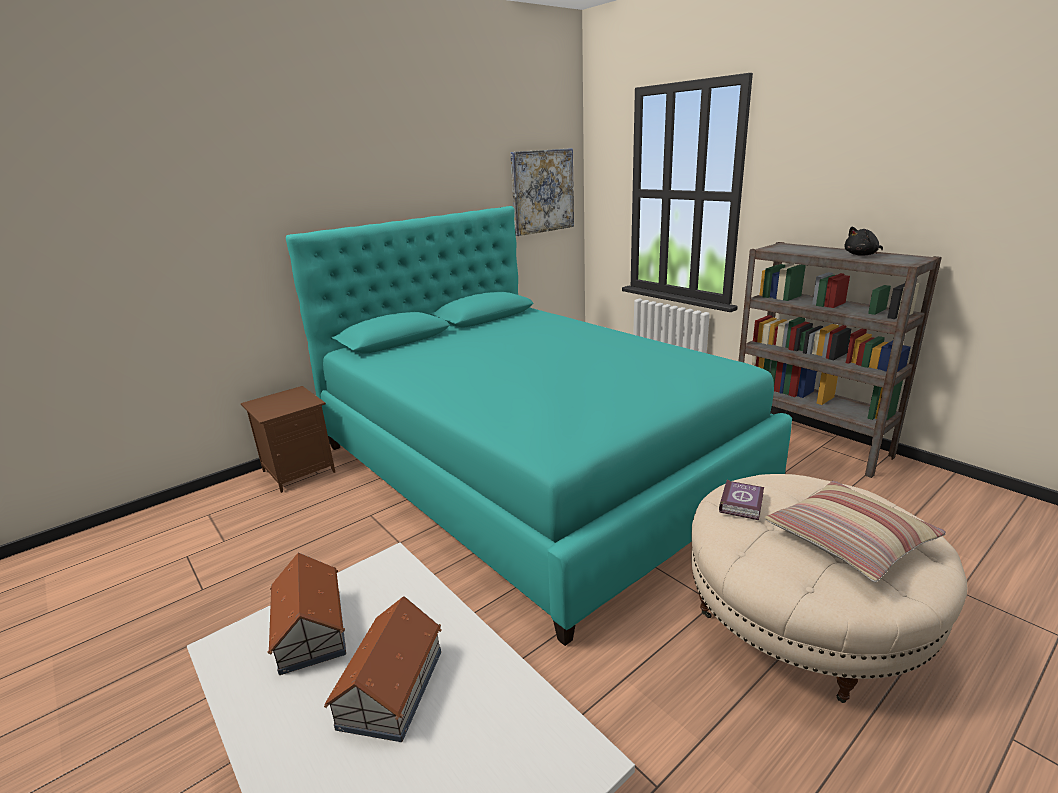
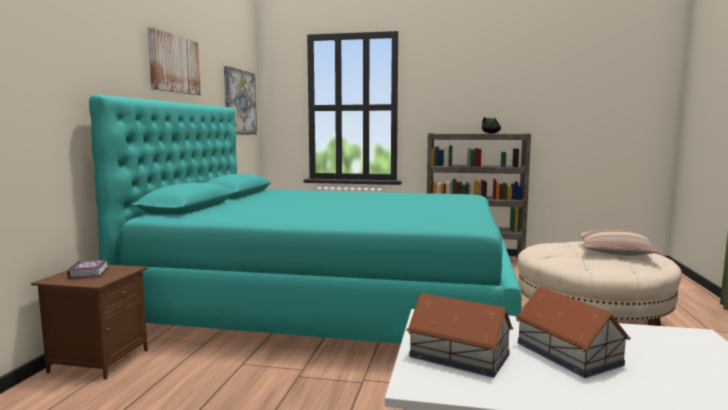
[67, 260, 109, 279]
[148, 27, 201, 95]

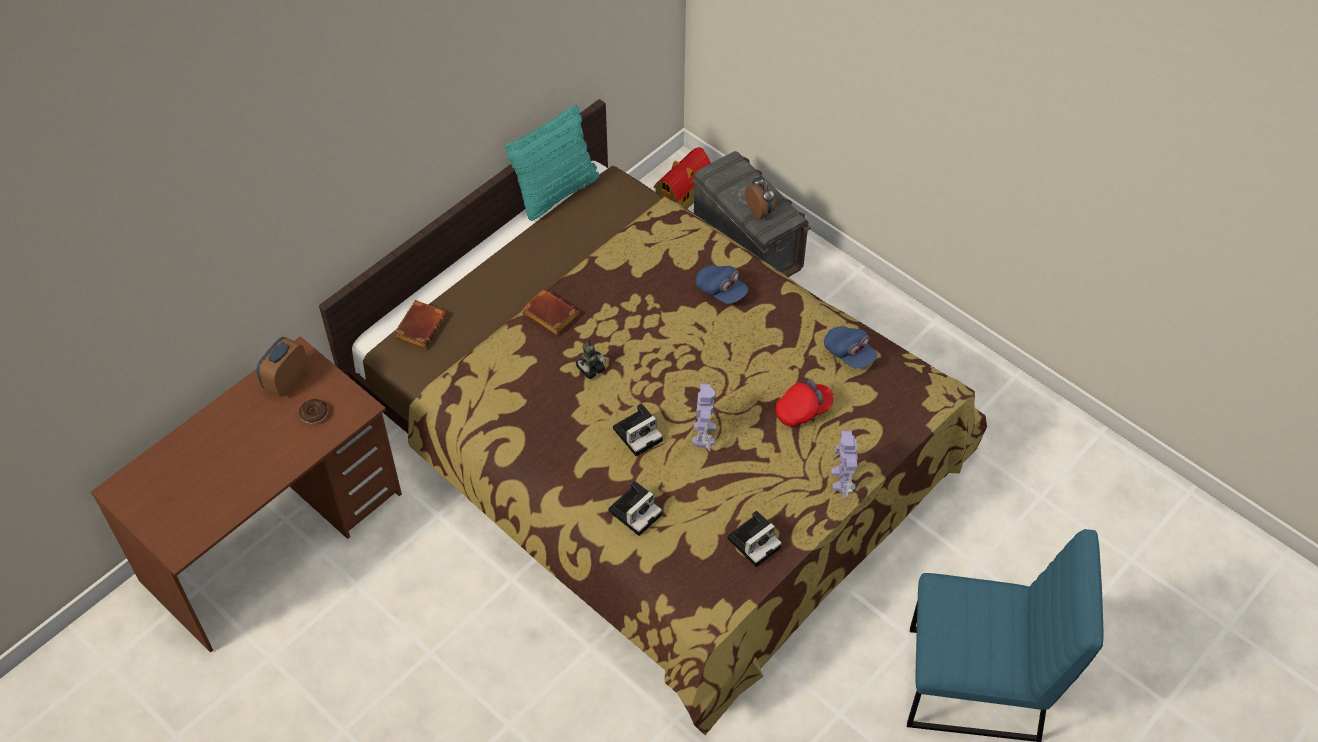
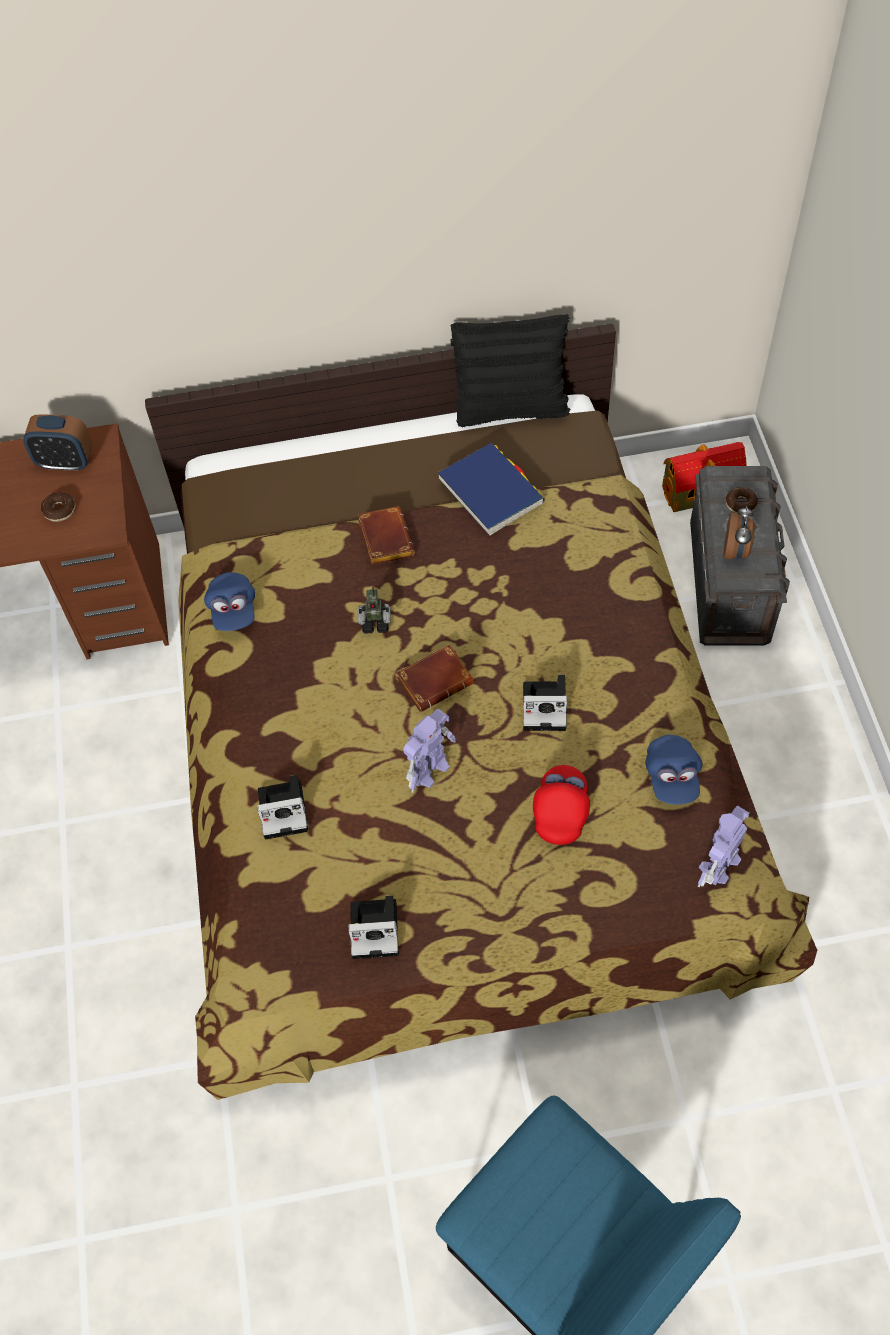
[450, 314, 570, 428]
[204, 572, 255, 631]
[396, 645, 474, 712]
[23, 414, 92, 471]
[533, 765, 590, 845]
[523, 674, 567, 731]
[698, 805, 749, 887]
[437, 443, 545, 536]
[726, 487, 758, 513]

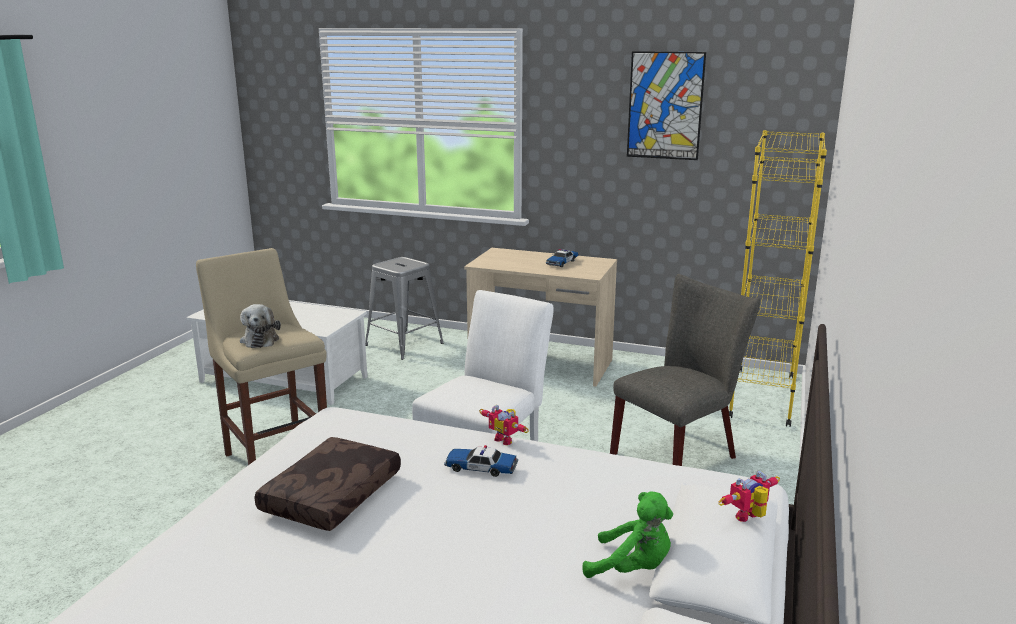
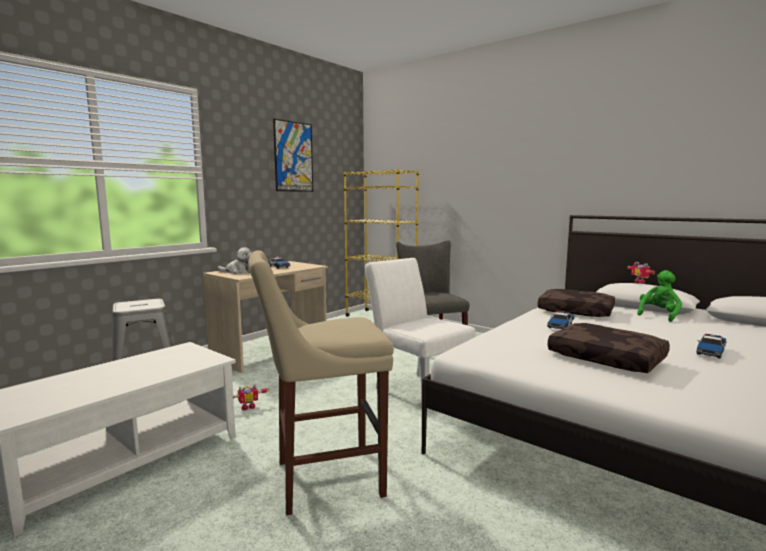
[218, 247, 252, 274]
[233, 384, 270, 411]
[538, 289, 615, 317]
[696, 334, 726, 359]

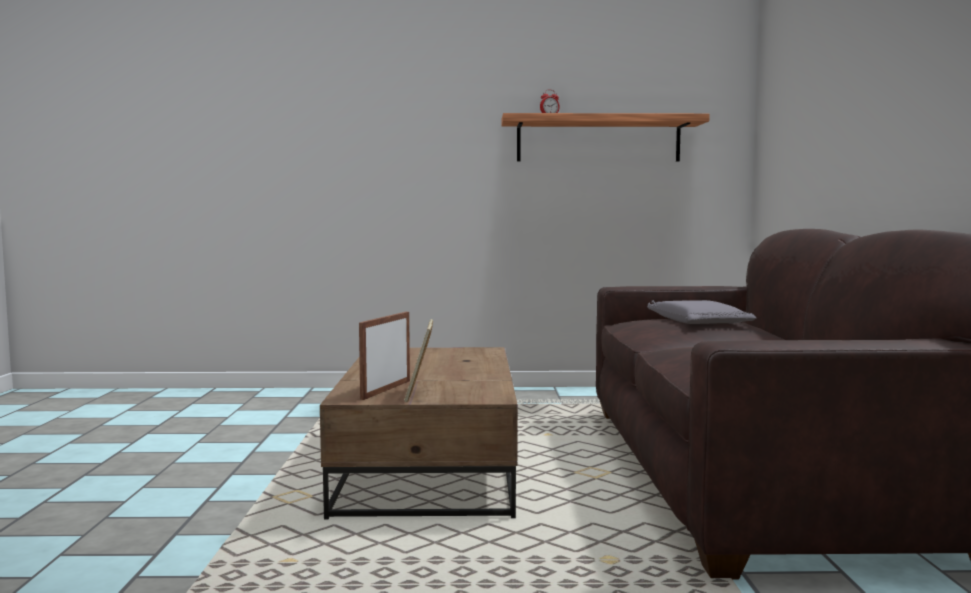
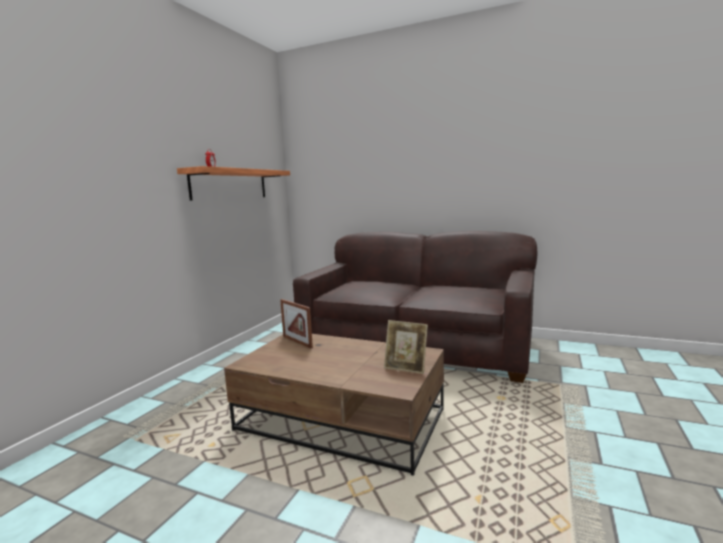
[647, 300, 756, 324] (first image)
[280, 299, 313, 349]

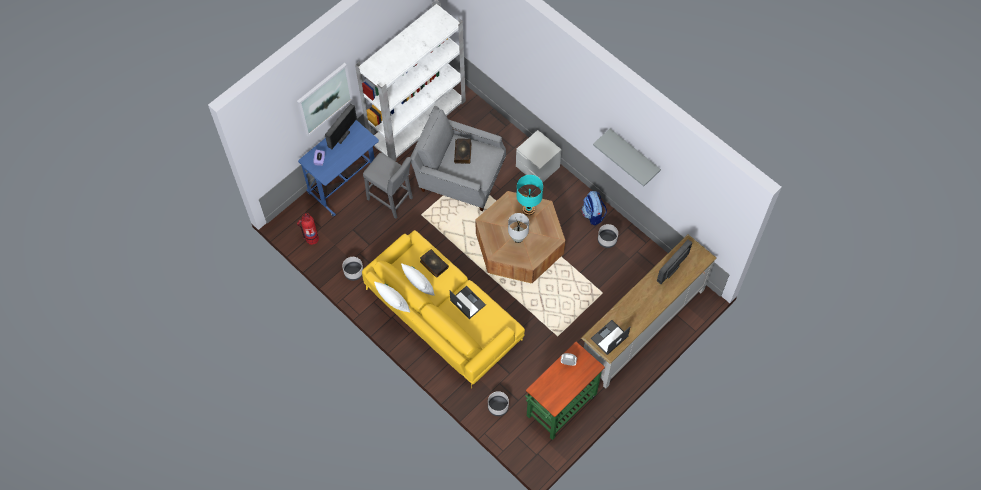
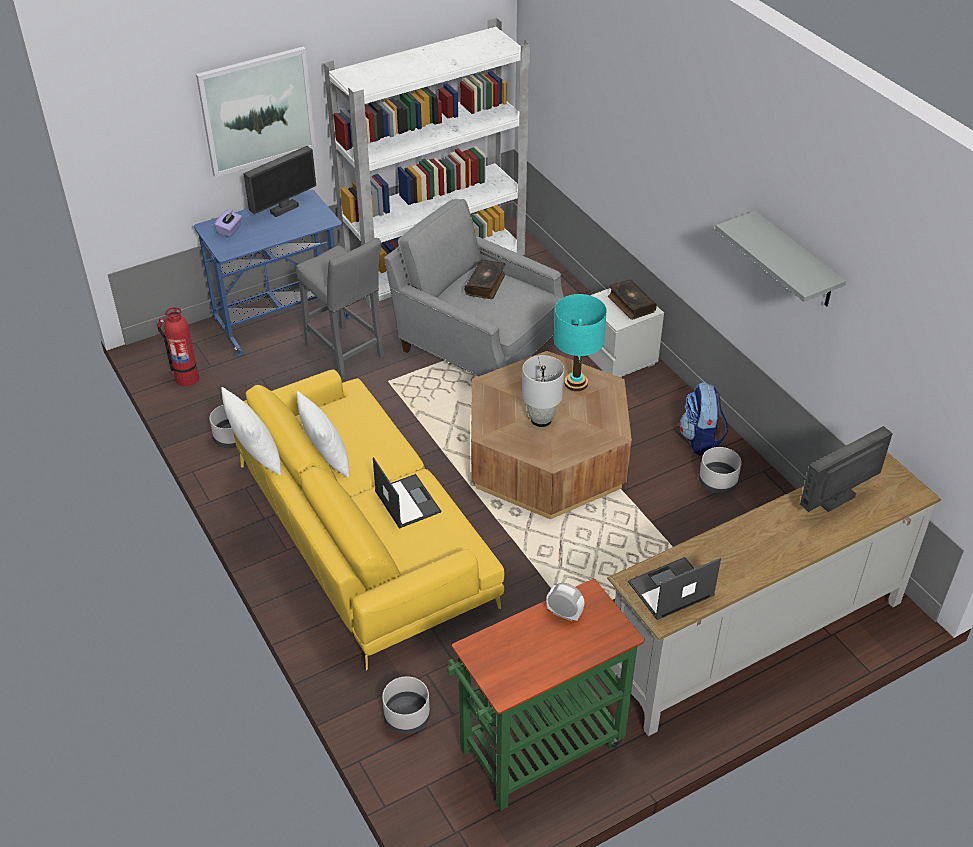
[608, 279, 657, 320]

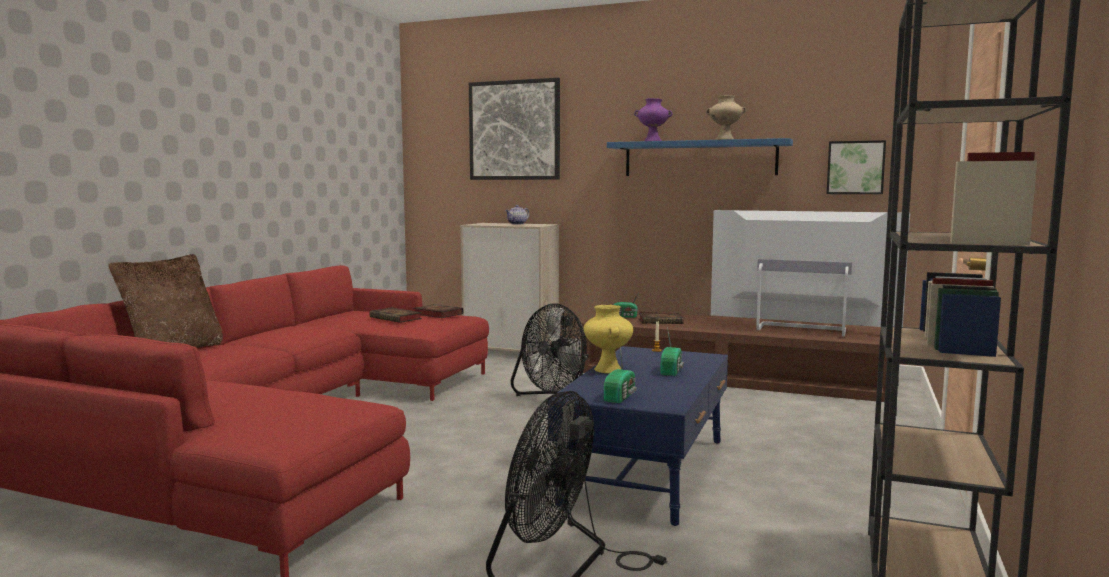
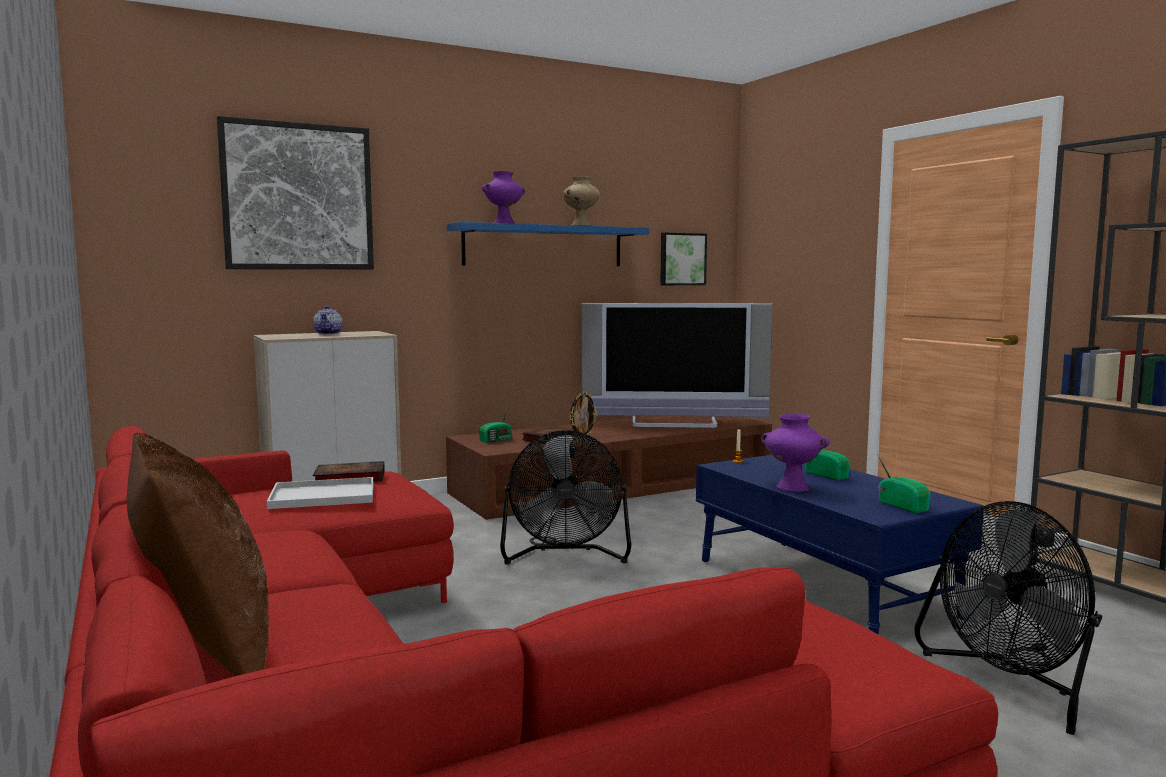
[582, 303, 772, 428]
[761, 414, 830, 492]
[267, 477, 373, 509]
[569, 391, 597, 444]

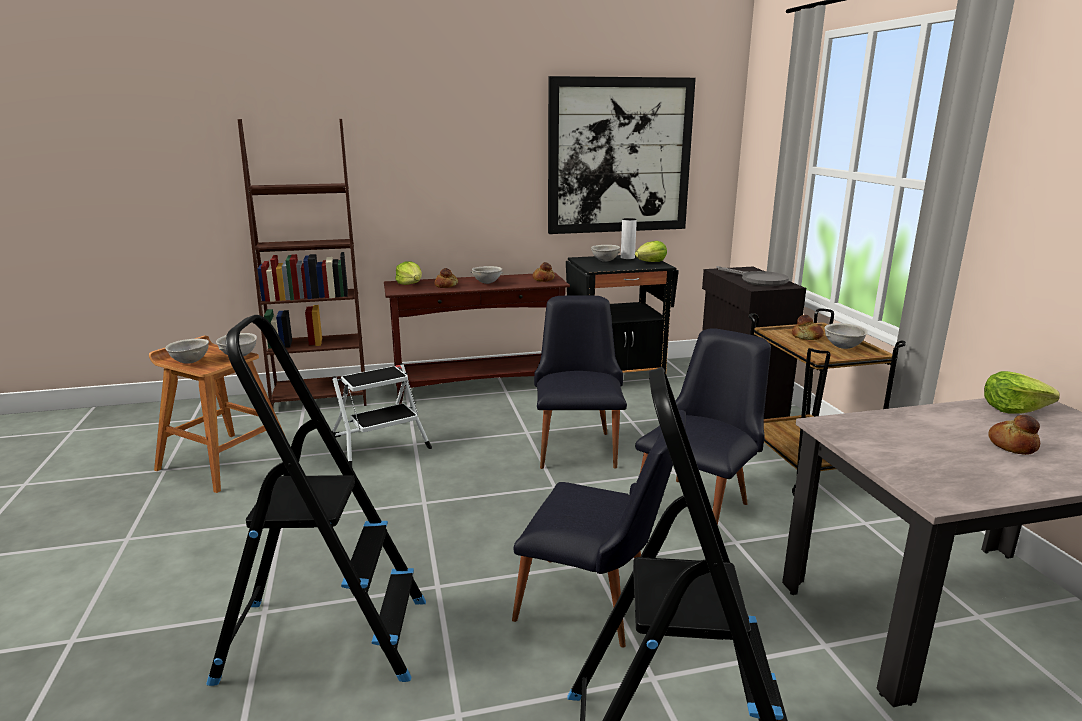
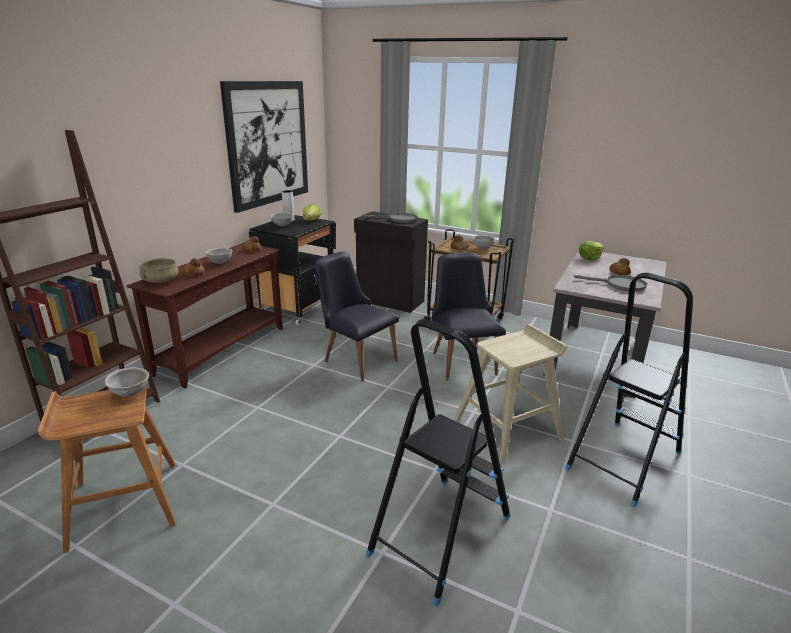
[139, 258, 179, 283]
[165, 339, 209, 364] (first image)
[332, 363, 432, 467] (first image)
[454, 324, 567, 463]
[574, 275, 647, 292]

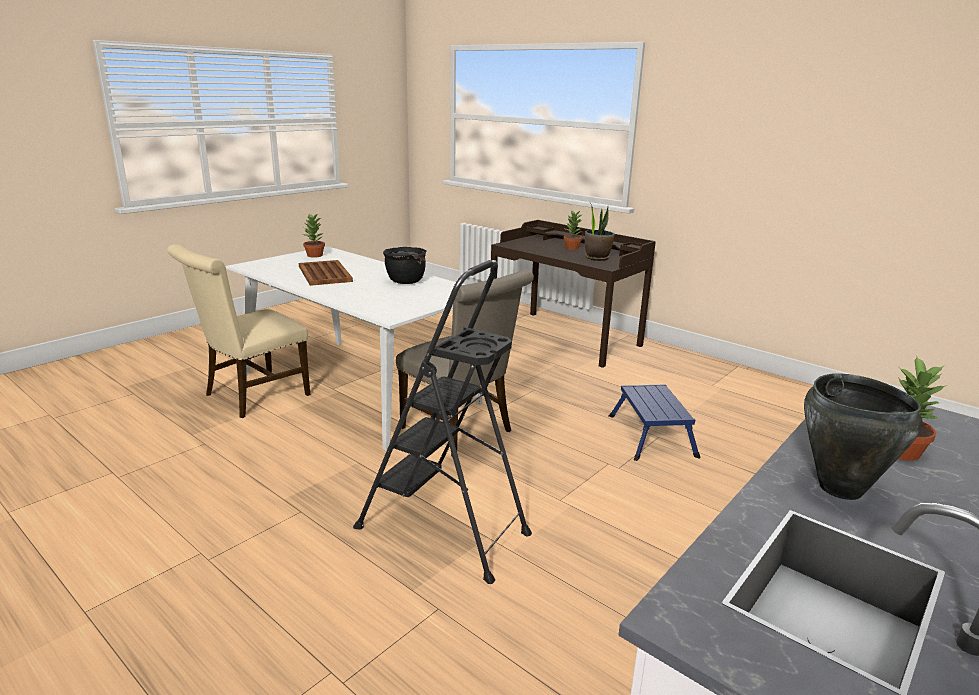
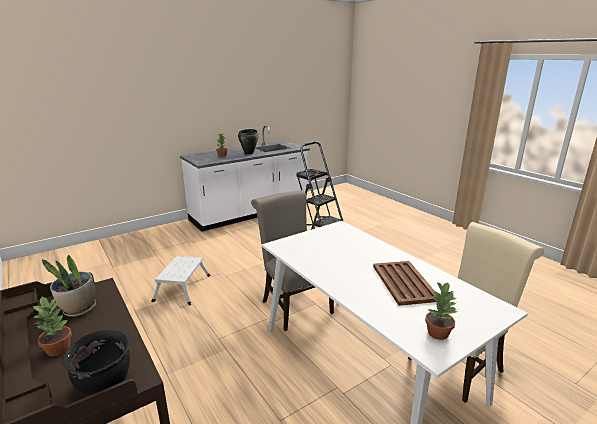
[63, 330, 130, 395]
[151, 256, 211, 306]

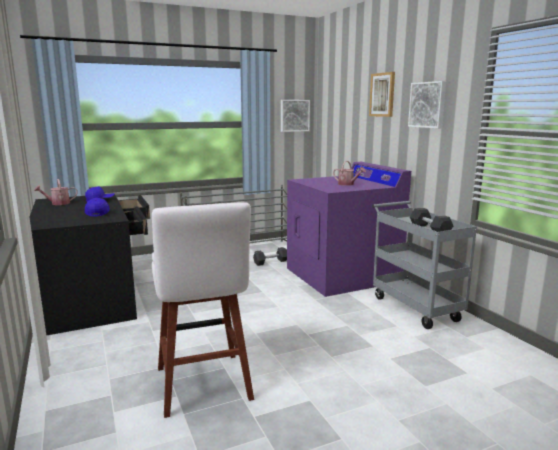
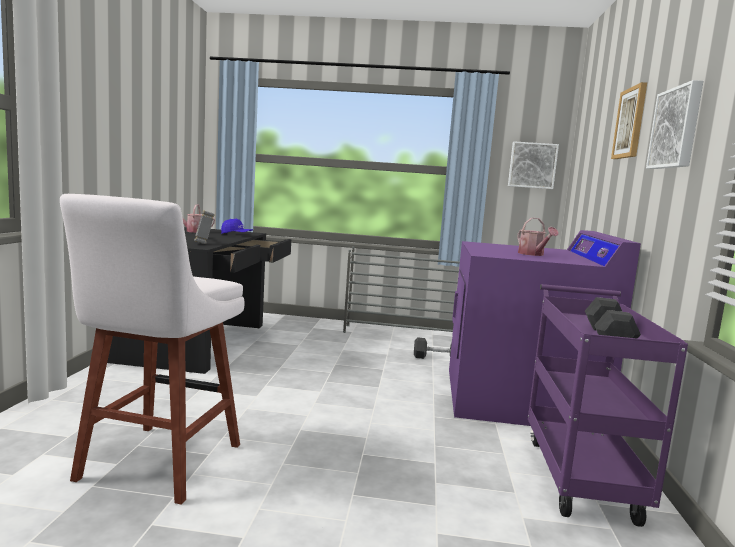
[194, 211, 215, 244]
[528, 284, 688, 527]

